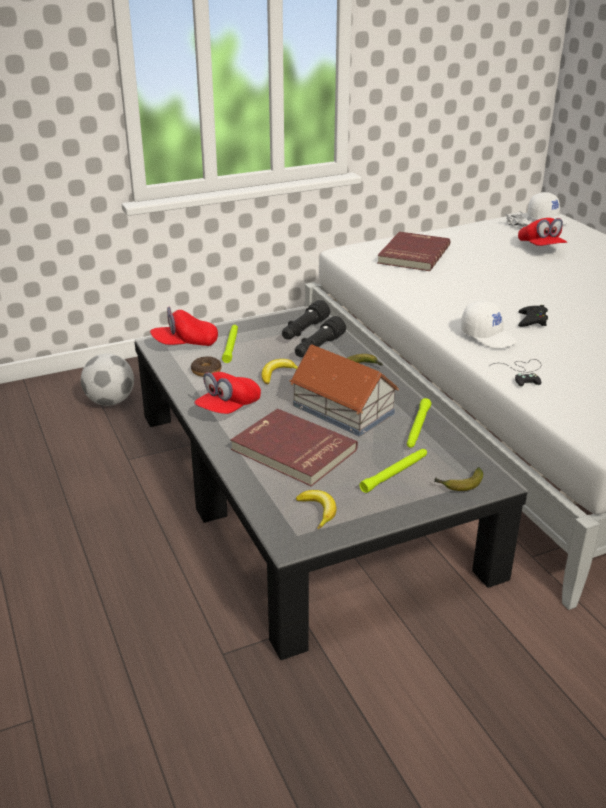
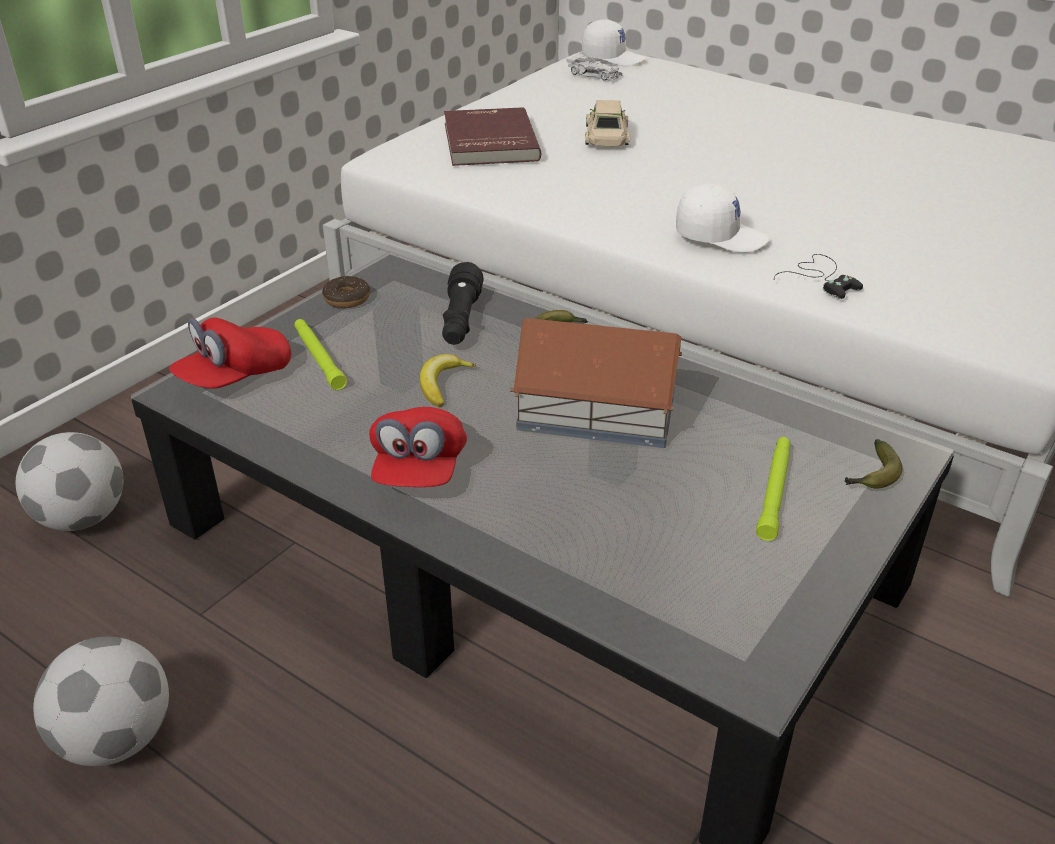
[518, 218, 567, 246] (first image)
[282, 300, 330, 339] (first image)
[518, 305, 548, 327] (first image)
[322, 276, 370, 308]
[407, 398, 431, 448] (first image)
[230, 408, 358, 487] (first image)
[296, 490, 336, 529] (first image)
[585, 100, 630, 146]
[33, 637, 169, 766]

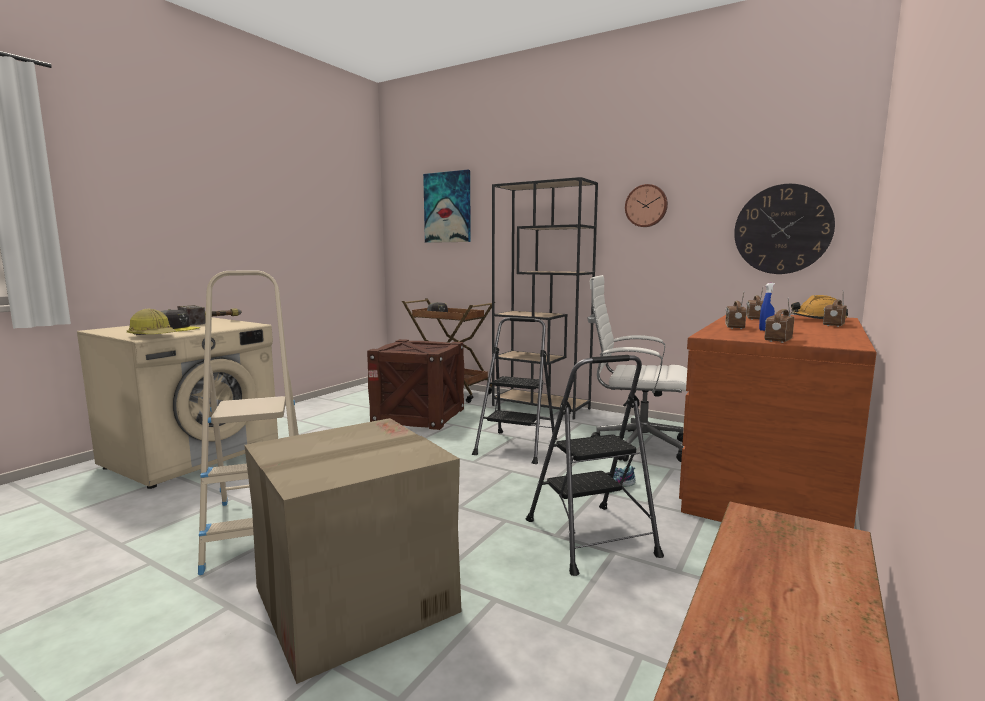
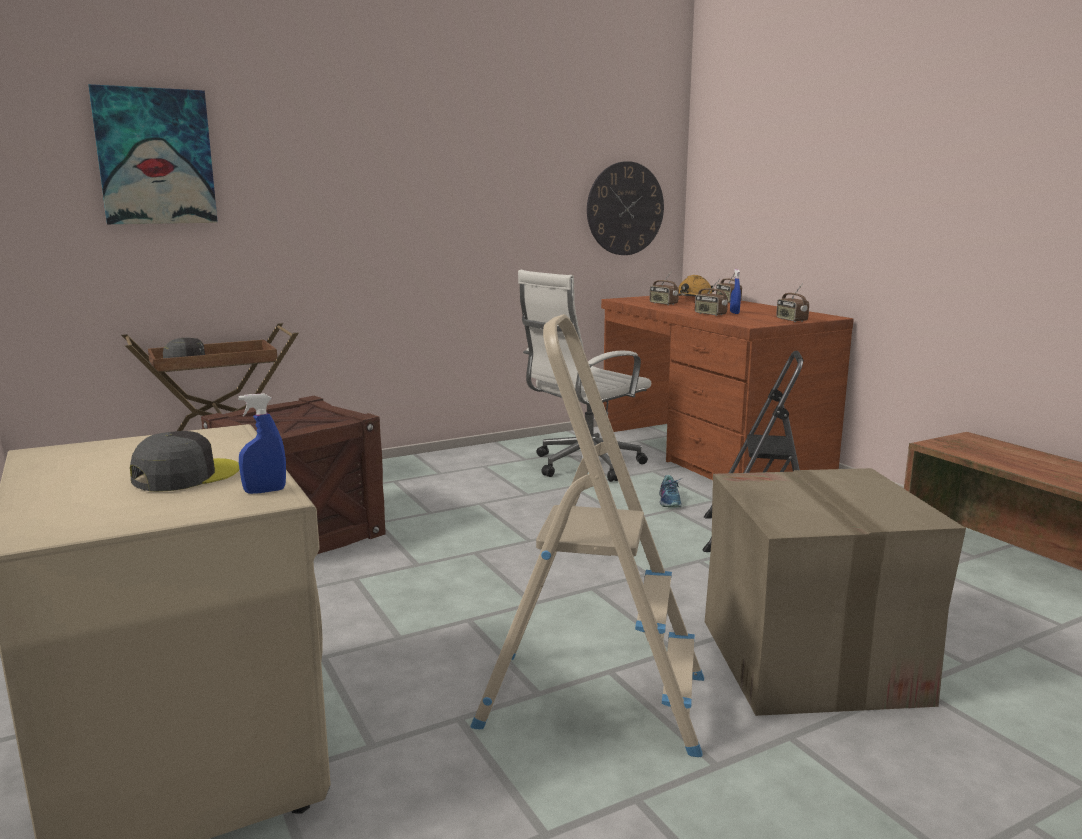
[492, 177, 598, 420] (first image)
[625, 184, 668, 227] (first image)
[177, 305, 242, 325] (first image)
[239, 393, 286, 494]
[472, 317, 557, 464] (first image)

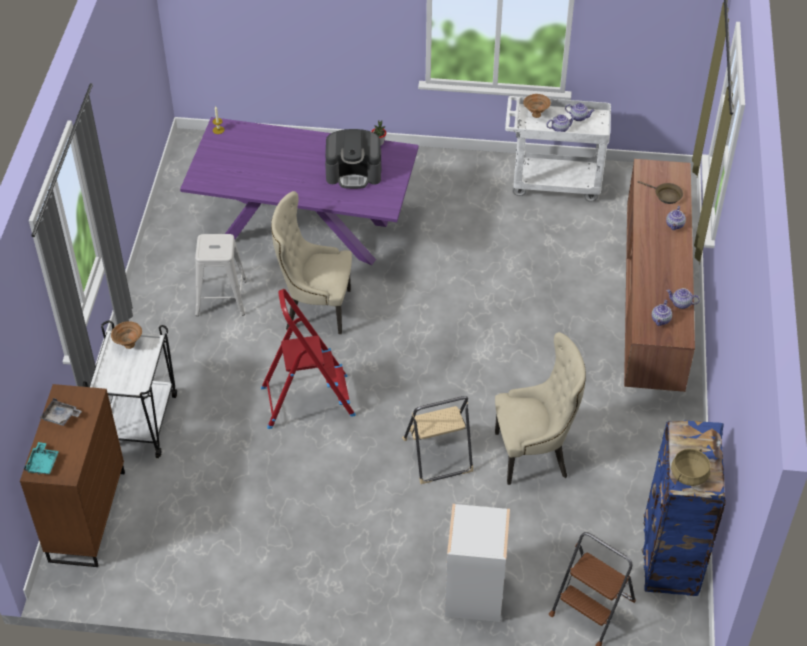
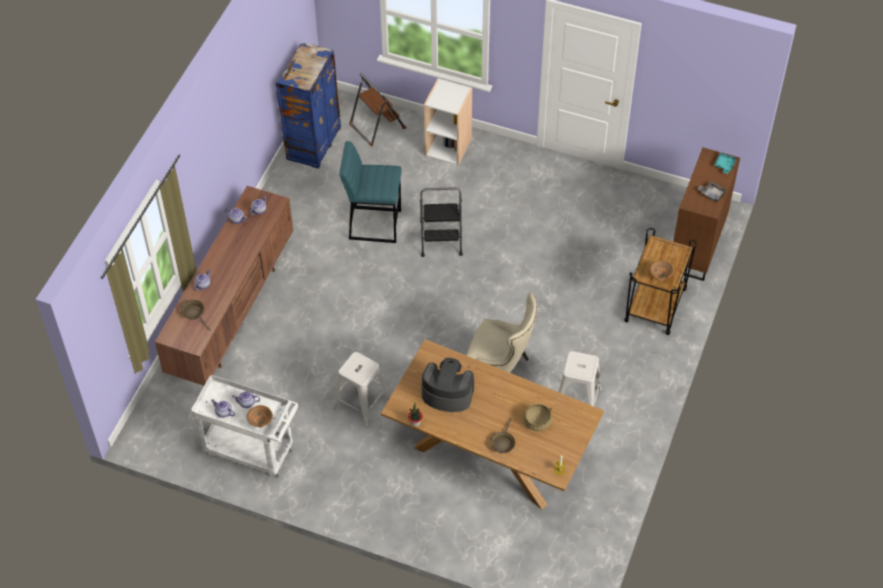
[381, 339, 604, 510]
[261, 289, 356, 429] (first image)
[624, 228, 697, 335]
[339, 141, 402, 243]
[420, 187, 463, 257]
[523, 404, 552, 431]
[333, 352, 390, 428]
[490, 418, 515, 453]

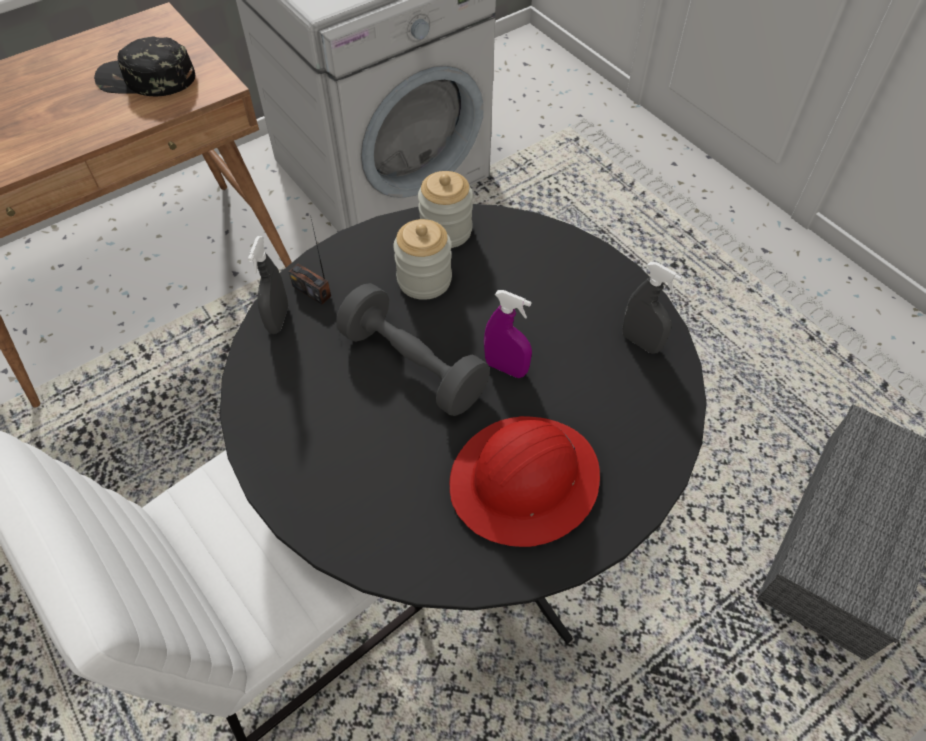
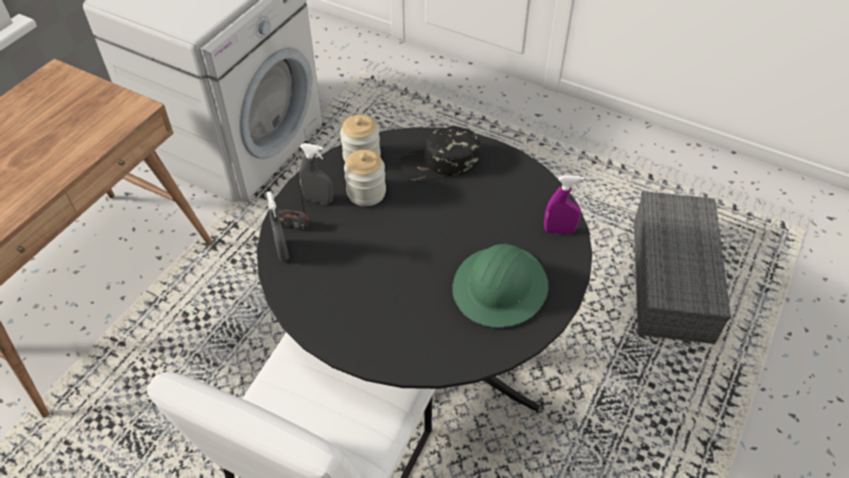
[400, 126, 481, 183]
[299, 143, 333, 204]
[336, 283, 490, 416] (first image)
[544, 175, 584, 234]
[453, 244, 548, 327]

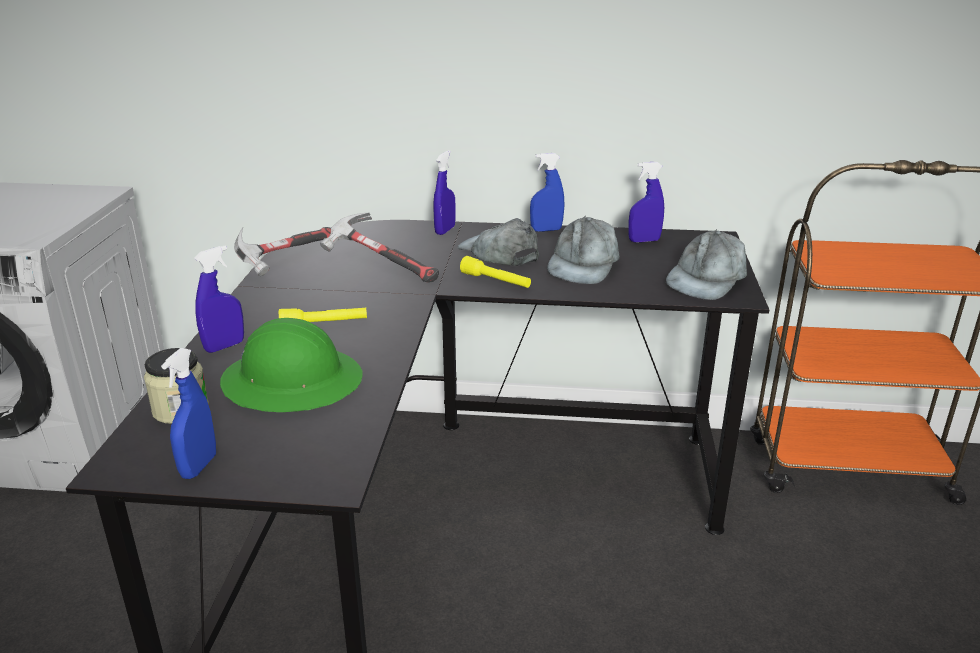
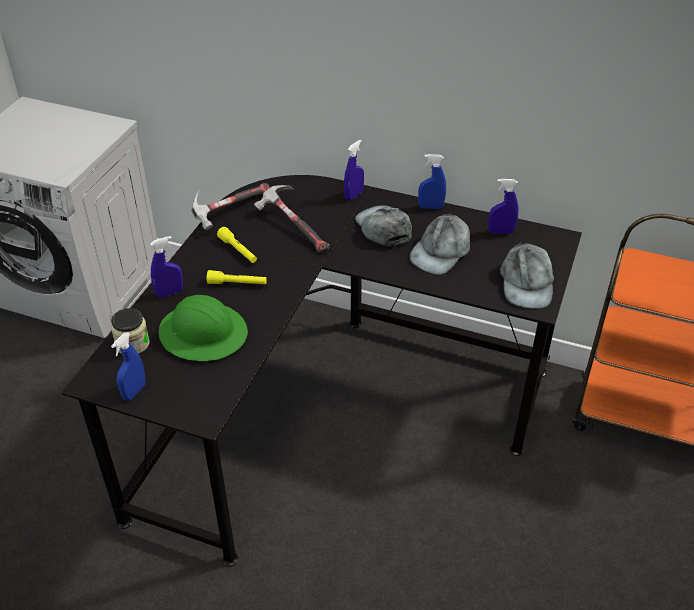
[500, 242, 554, 309]
[217, 227, 257, 263]

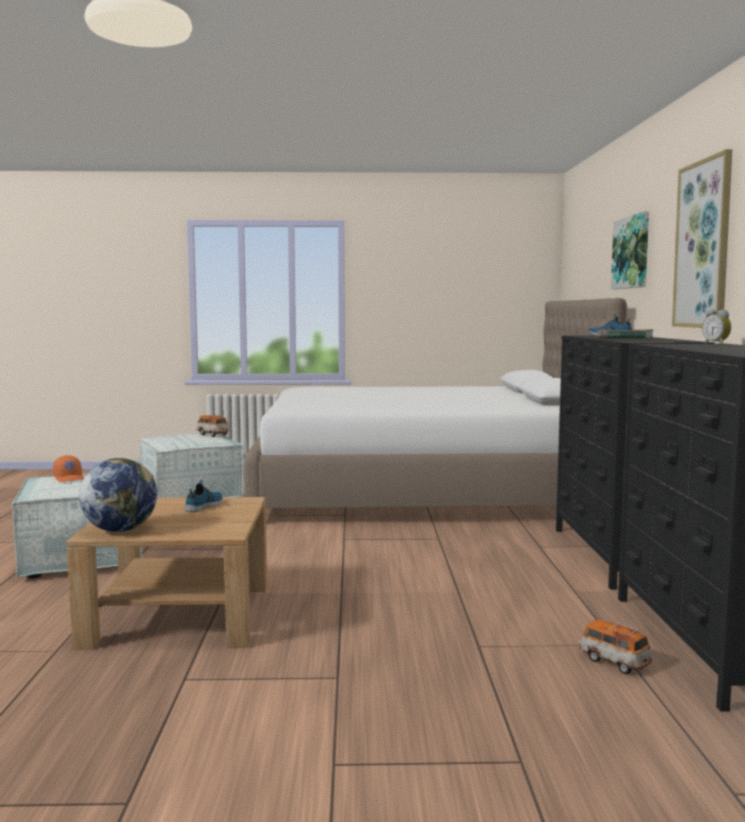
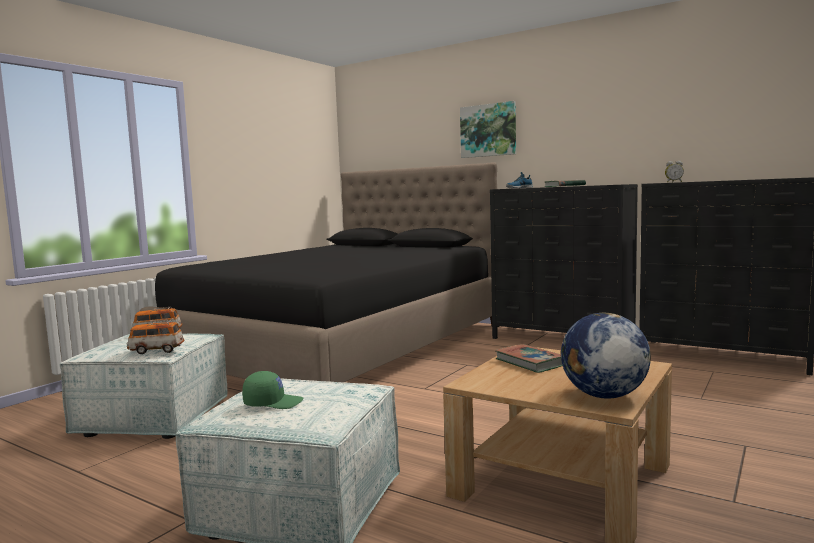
[672, 149, 732, 328] (first image)
[140, 162, 497, 382]
[242, 371, 303, 409]
[495, 344, 563, 373]
[127, 320, 184, 354]

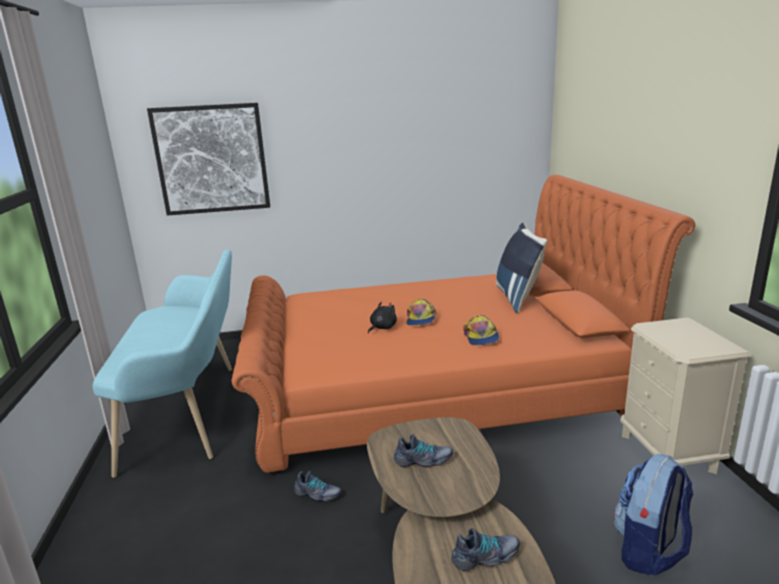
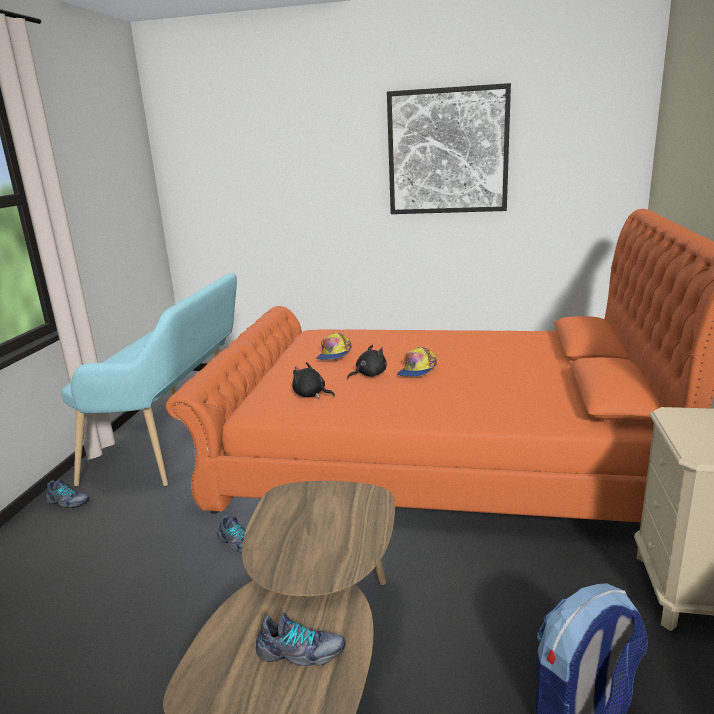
[387, 83, 511, 214]
[496, 223, 547, 313] (first image)
[316, 332, 352, 360]
[46, 480, 90, 508]
[292, 362, 335, 398]

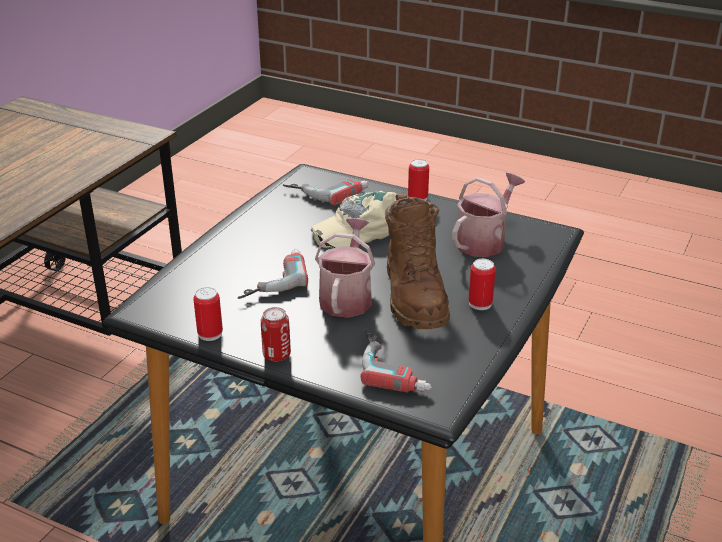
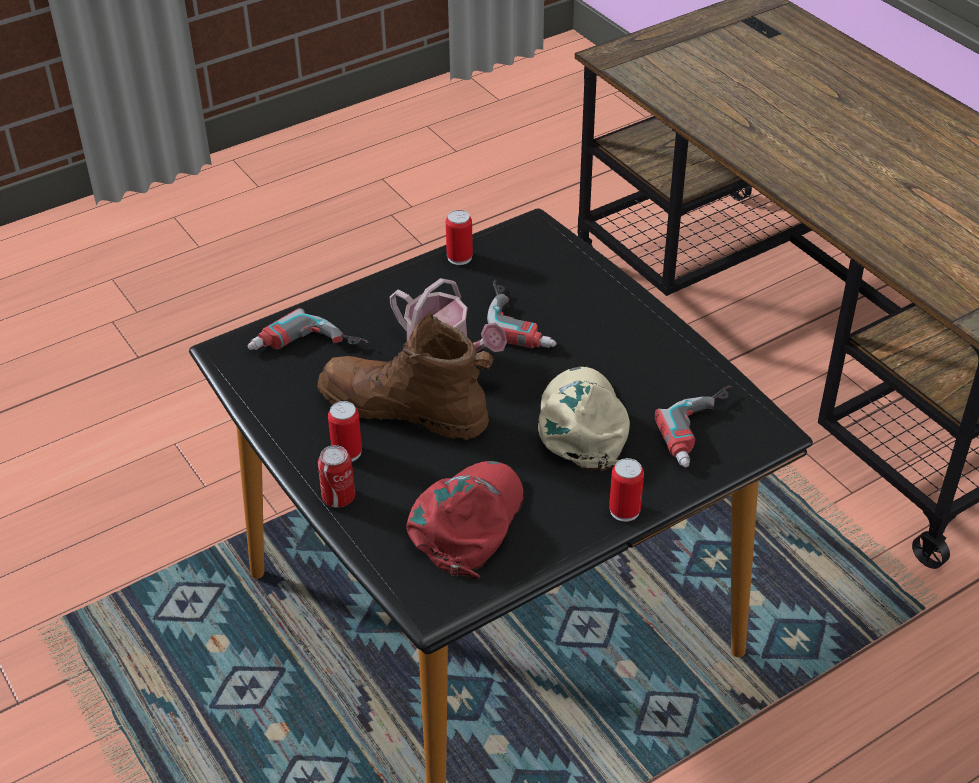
[406, 461, 524, 579]
[318, 445, 355, 508]

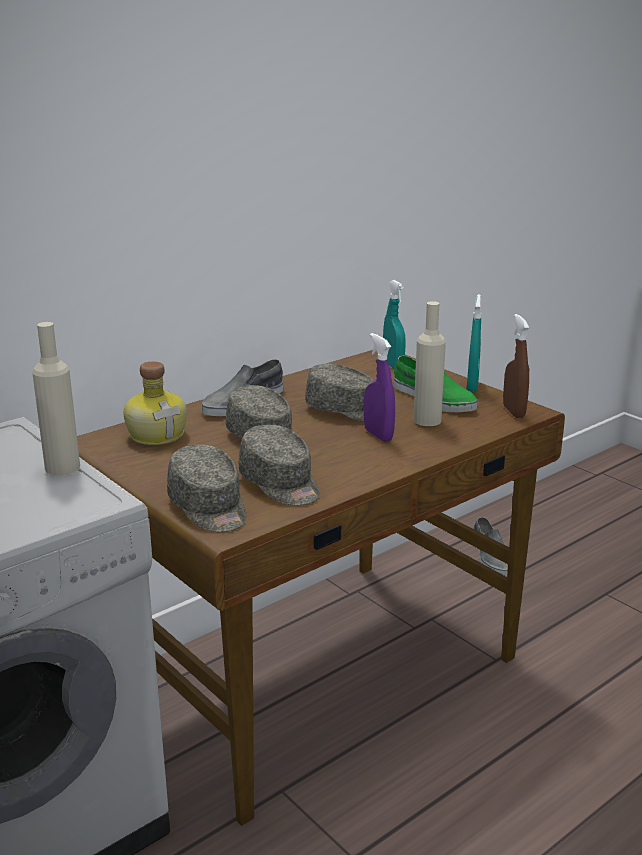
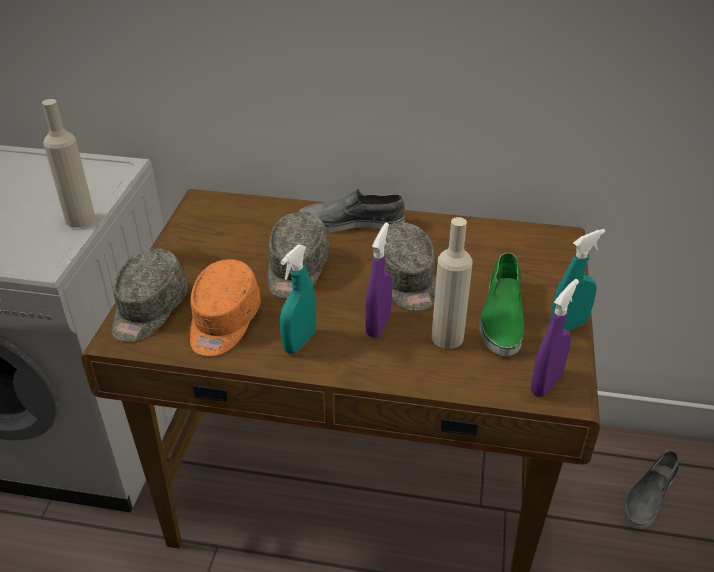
[280, 245, 316, 354]
[531, 279, 579, 397]
[123, 361, 187, 445] (first image)
[190, 259, 261, 356]

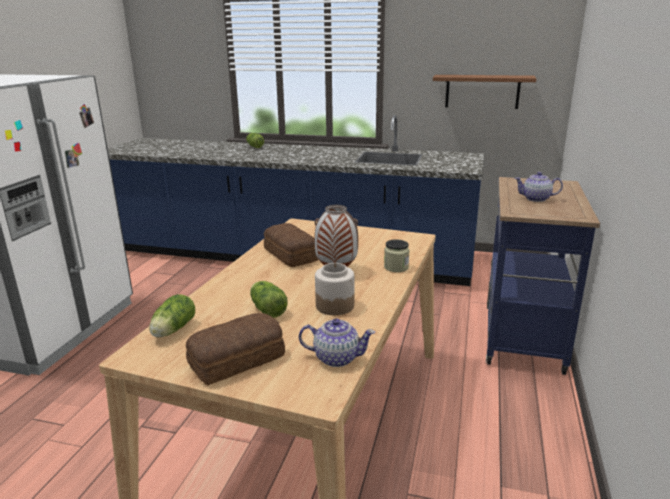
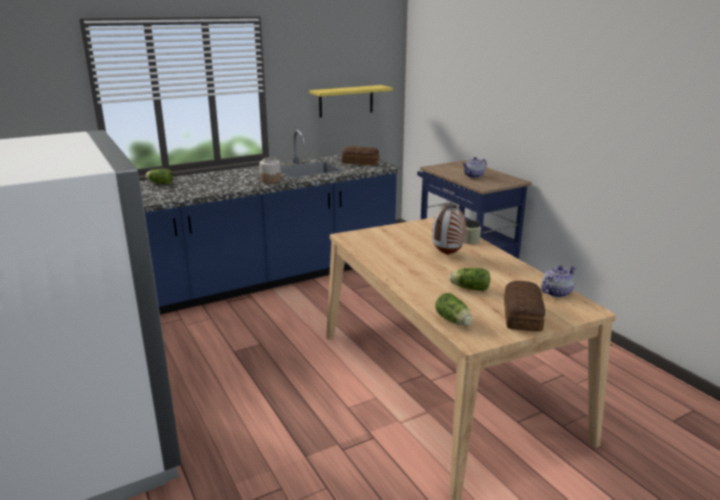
[309, 85, 393, 118]
[342, 146, 379, 165]
[259, 157, 281, 183]

